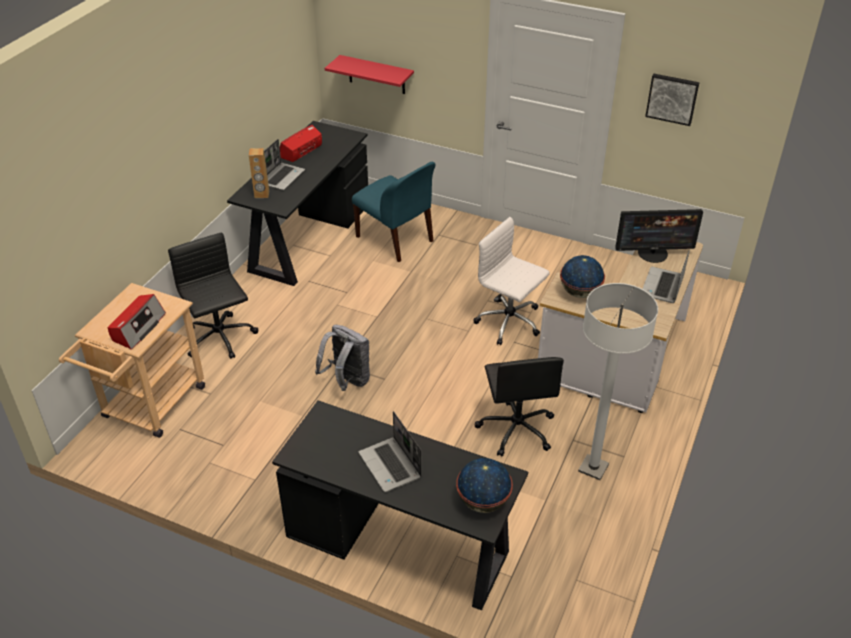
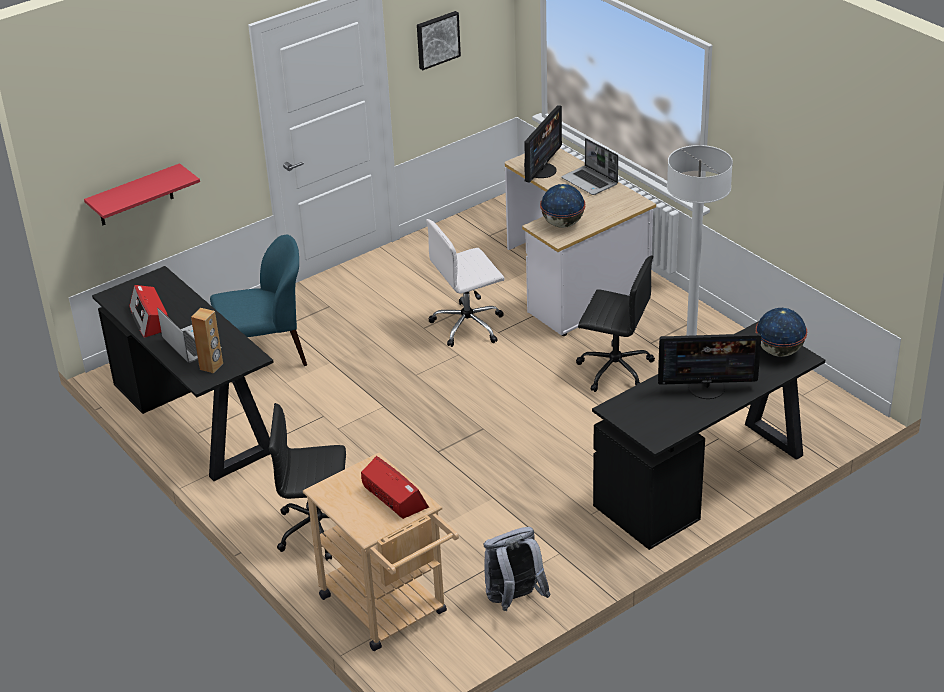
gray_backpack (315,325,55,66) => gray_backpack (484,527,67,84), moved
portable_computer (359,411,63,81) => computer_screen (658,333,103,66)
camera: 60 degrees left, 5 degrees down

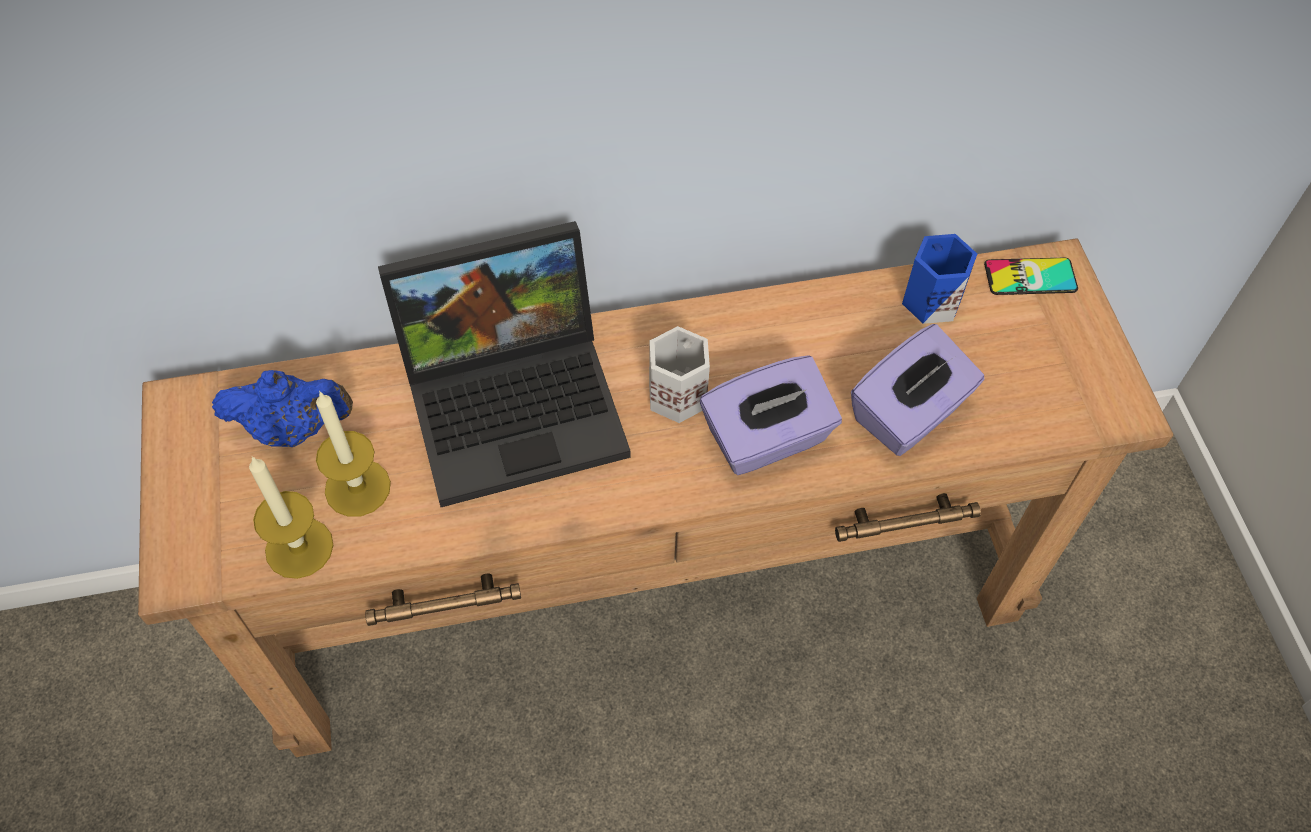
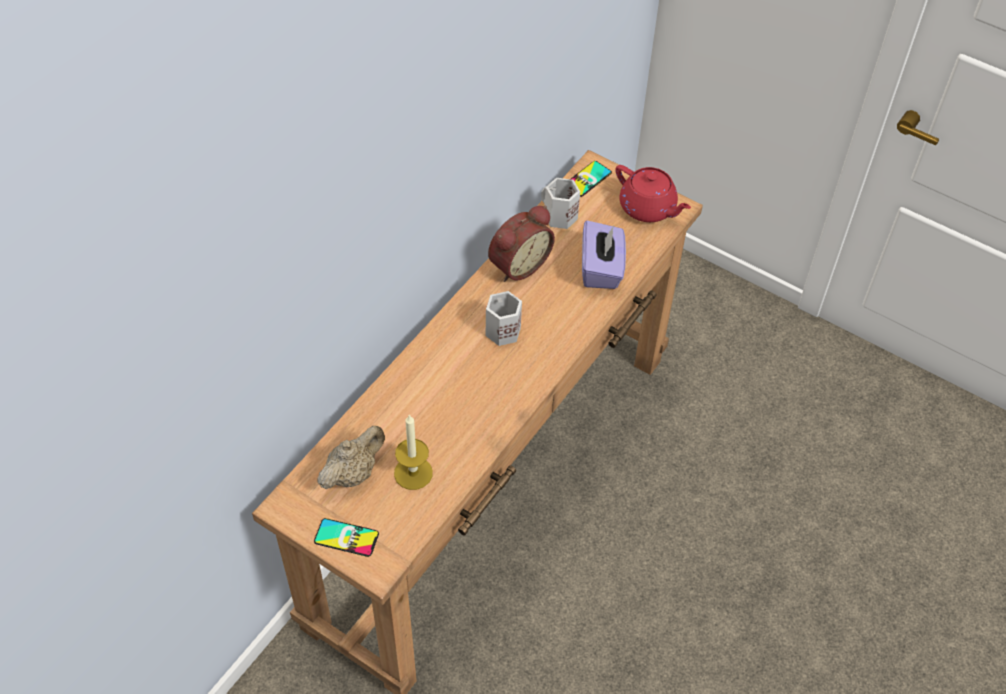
blue-coloured_tea_pot (212,370,141,77) => beige_tea_pot (318,426,67,63)
wax_candle (249,456,84,123) => nothing
portable_computer (378,221,253,286) => nothing
purple_box_of_tissues (700,355,142,120) => nothing
blue-coloured_mug (902,234,75,90) => white_mug (541,178,39,51)
nothing => handset (314,518,65,39)
nothing => bedside_clock (488,205,67,77)
nothing => red-coloured_tea_pot (615,165,76,57)
camera: 45 degrees left, 5 degrees down

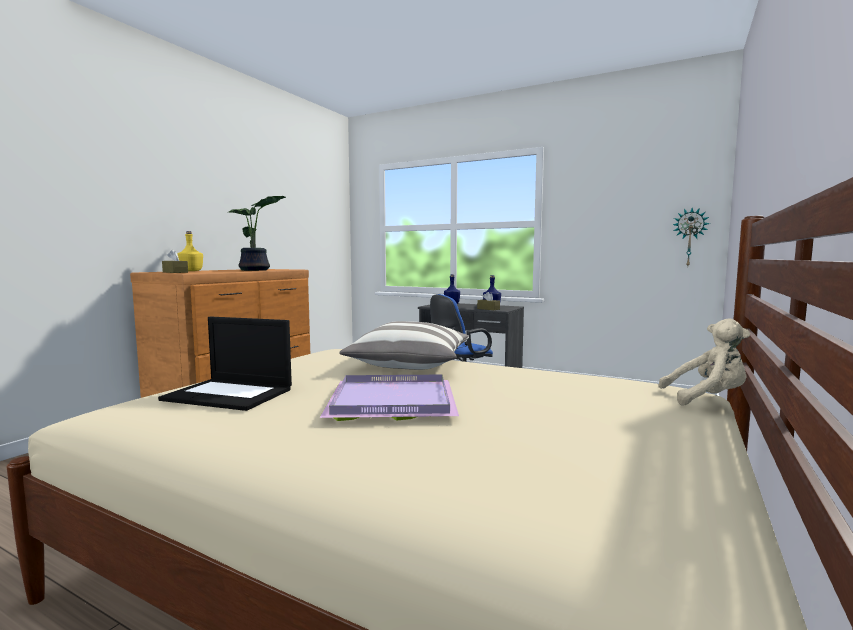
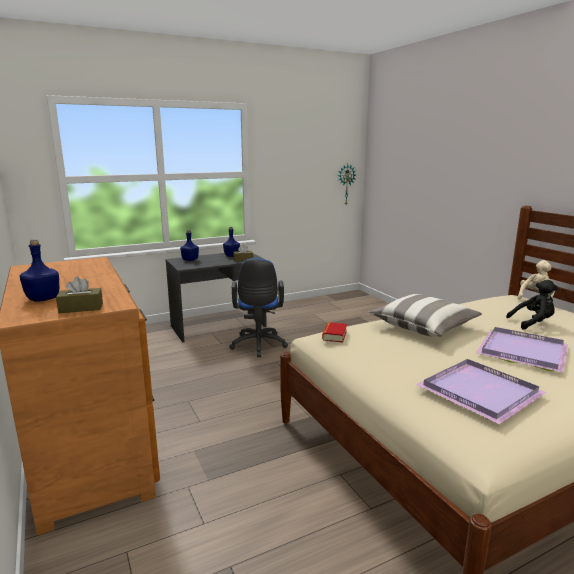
portable_computer (158,316,134,95) => purple_carrying_tray (416,359,131,65)
yellow-coloured_beverage_bottle (177,231,26,40) => blue-coloured_beverage_bottle (20,239,39,63)
plant_in_a_pot (229,196,57,75) => nothing
nothing => bound_book (322,322,25,20)
nothing => blackish_cuddly_toy (506,280,52,50)
camera: 55 degrees left, 10 degrees up

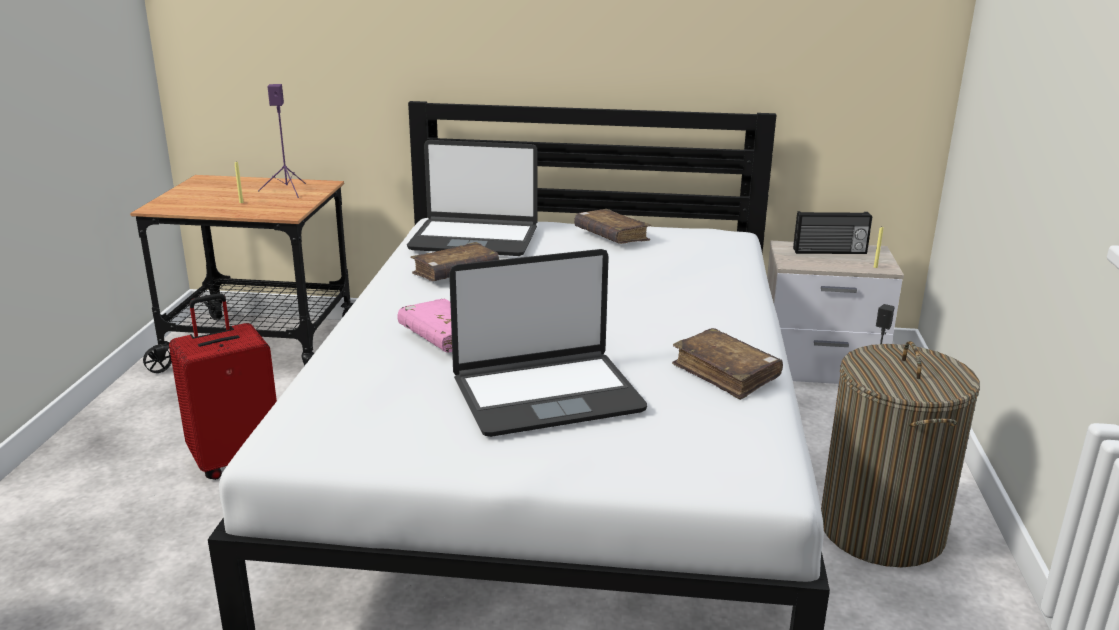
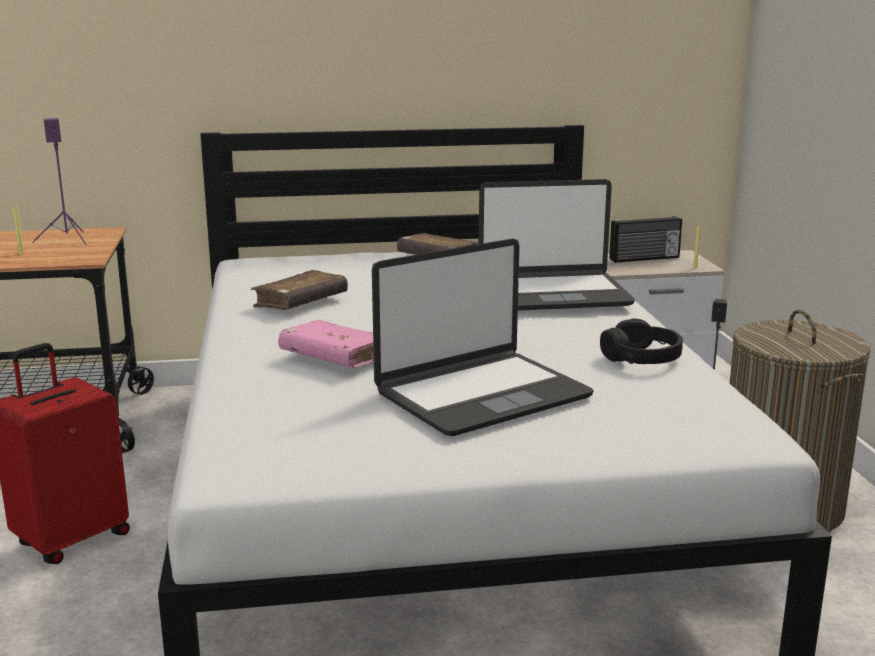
portable_computer (407,140,131,116) => portable_computer (479,179,156,132), moved
brown-coloured_bound_book (672,328,111,72) => blackish_headphones (600,319,83,45)
camera: 15 degrees left, 5 degrees down

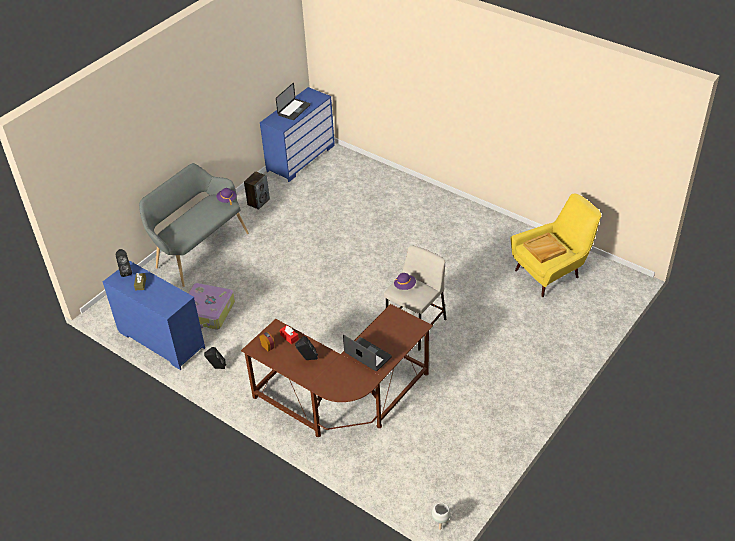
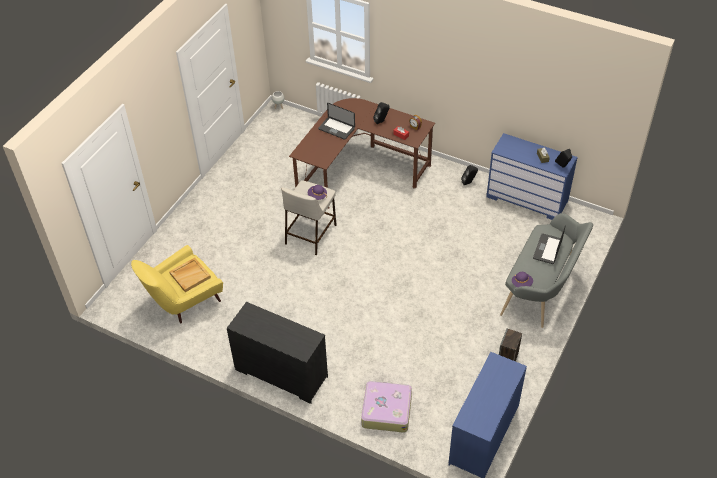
piece_of_luggage (188,283,47,47) => piece_of_luggage (361,380,51,53), moved
portable_computer (276,83,35,37) => portable_computer (533,225,33,39), moved
nothing => blackish_chest_of_drawers (227,302,101,102)
camera: 170 degrees right, 5 degrees up

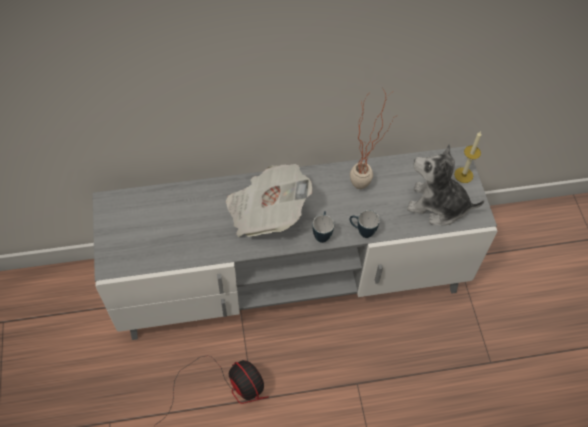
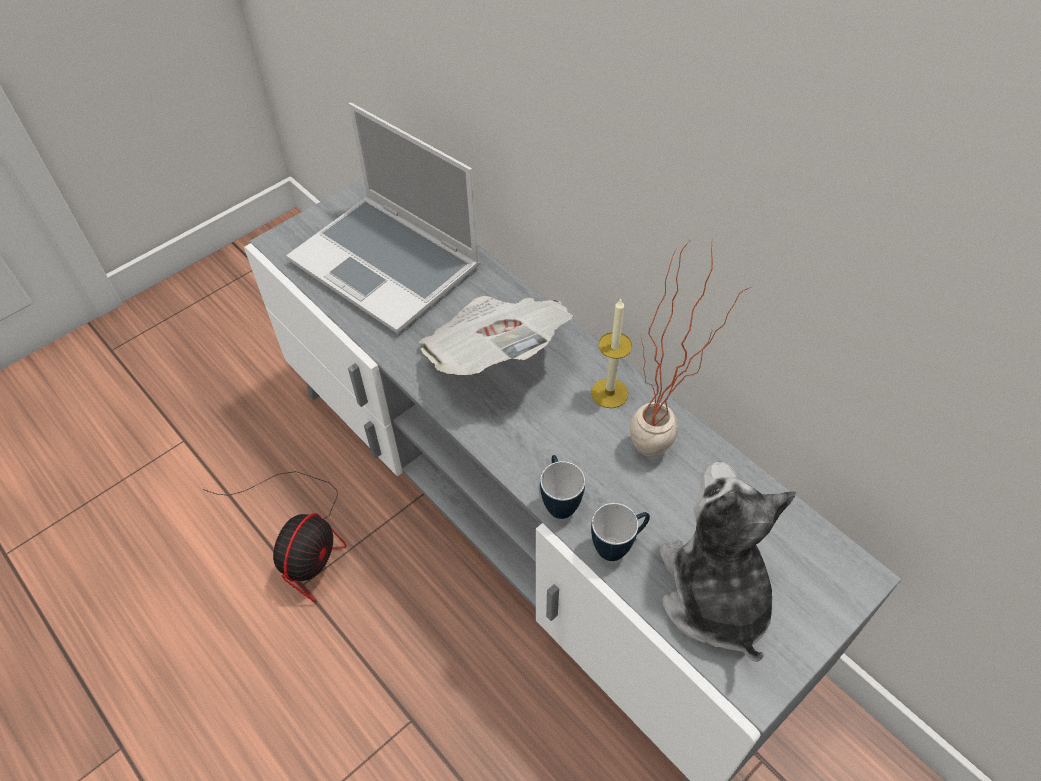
mug (312,211,22,32) => mug (591,503,59,58), moved
wax_candle (454,131,27,52) => wax_candle (591,298,41,110), moved
nothing => portable_computer (286,103,194,231)
camera: 60 degrees right, 5 degrees down

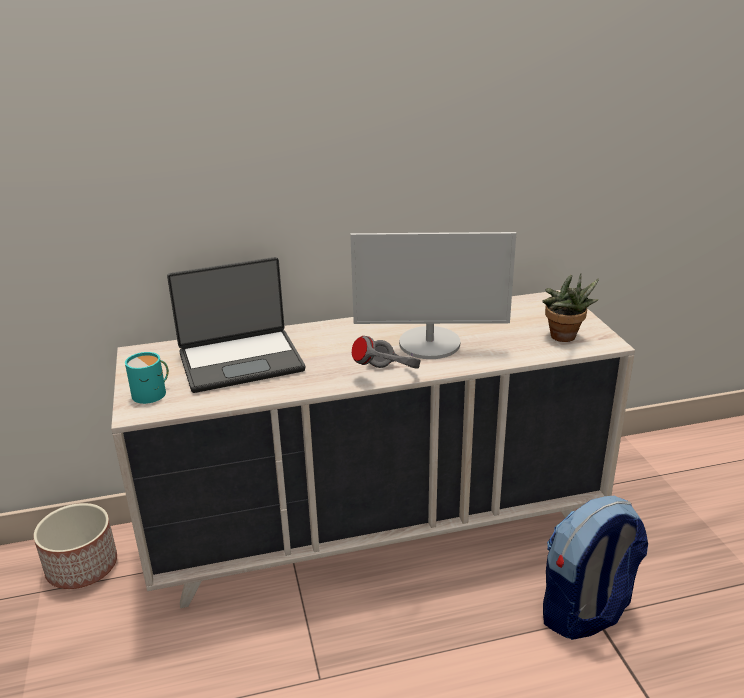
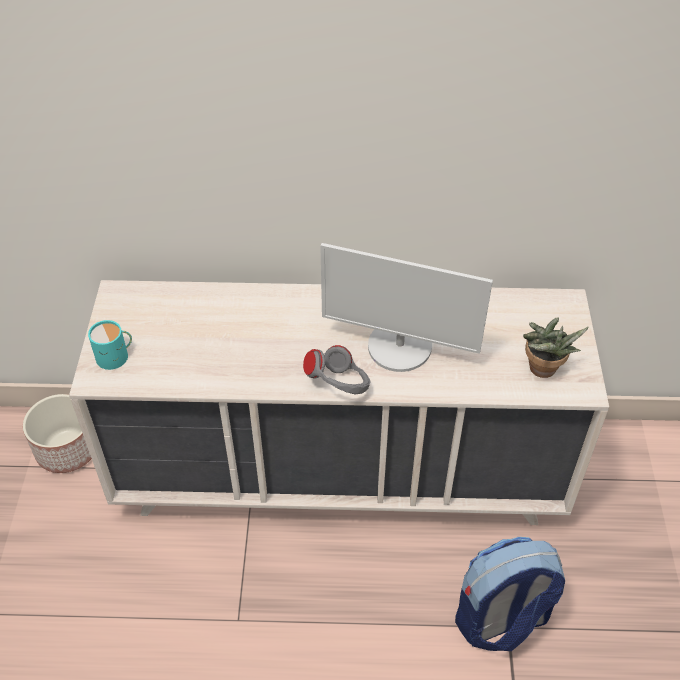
portable_computer (167,257,138,136) => nothing
camera: 15 degrees right, 20 degrees up

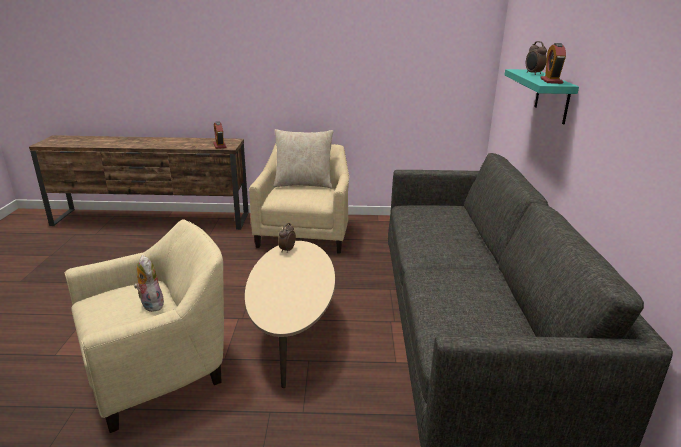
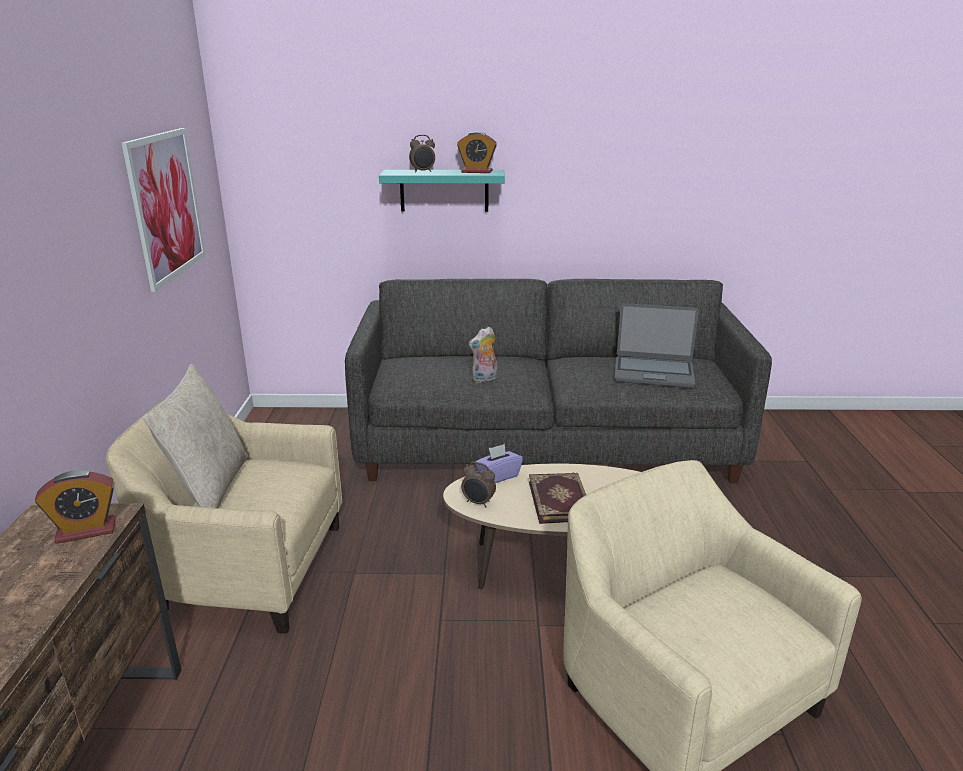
cuddly_toy (134,255,30,57) => cuddly_toy (469,327,29,56), moved
nothing => picture (122,128,84,164)
nothing => purple_box_of_tissues (475,444,48,39)
nothing => bound_book (529,473,57,51)
nothing => portable_computer (614,303,85,85)
camera: 90 degrees left, 0 degrees up

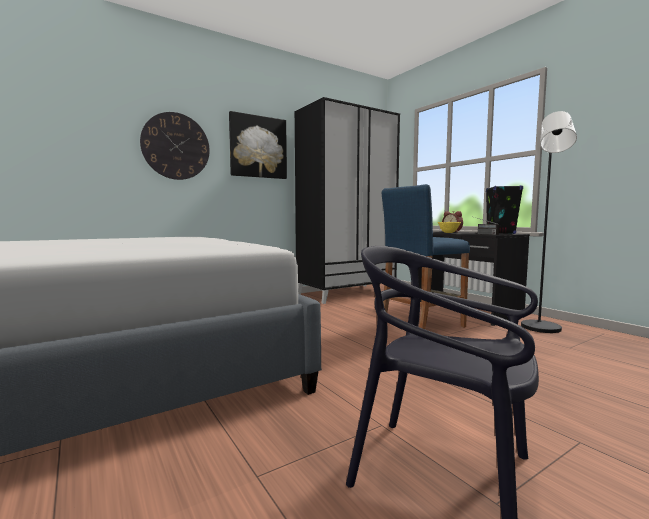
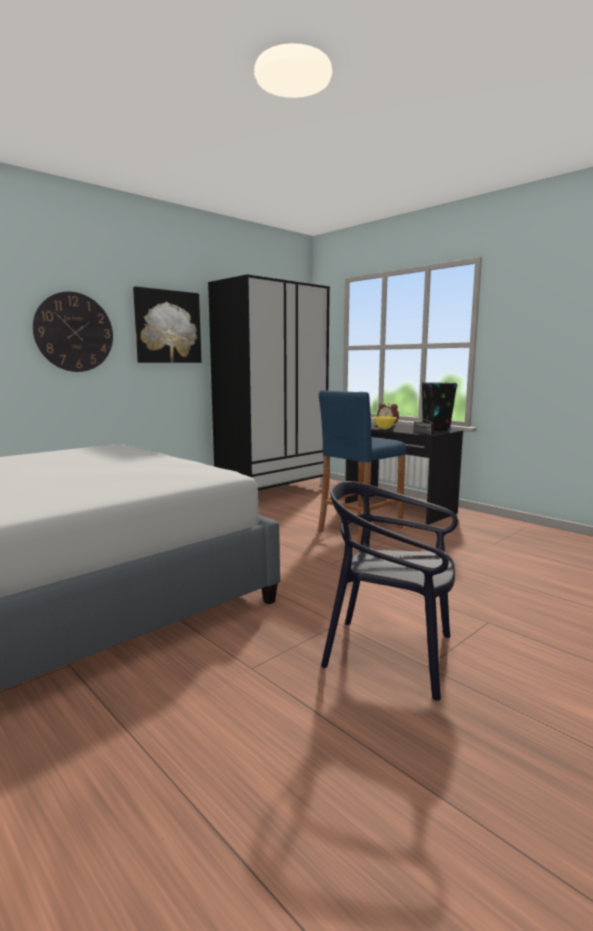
blackish_standard_lamp (521,111,56,222) => nothing
camera: 10 degrees left, 5 degrees up

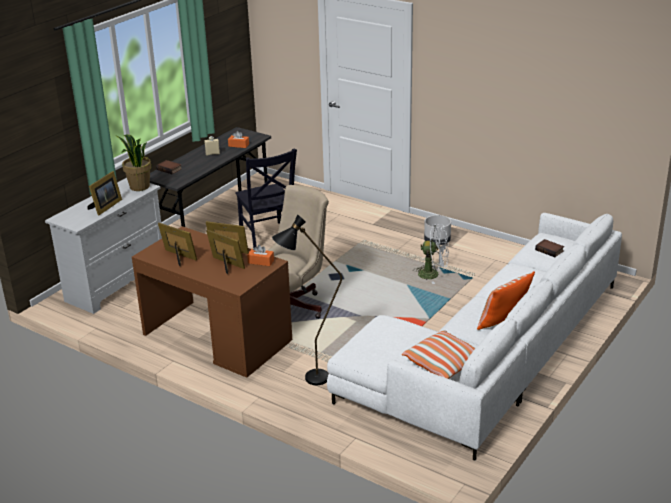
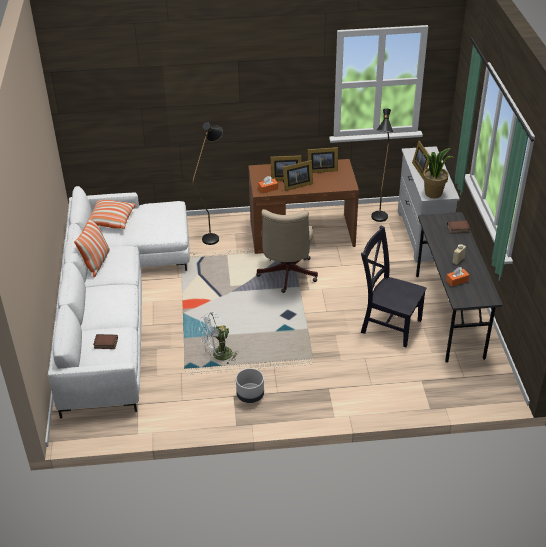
nothing => blackish_standard_lamp (371,109,22,113)
camera: 140 degrees right, 10 degrees up

